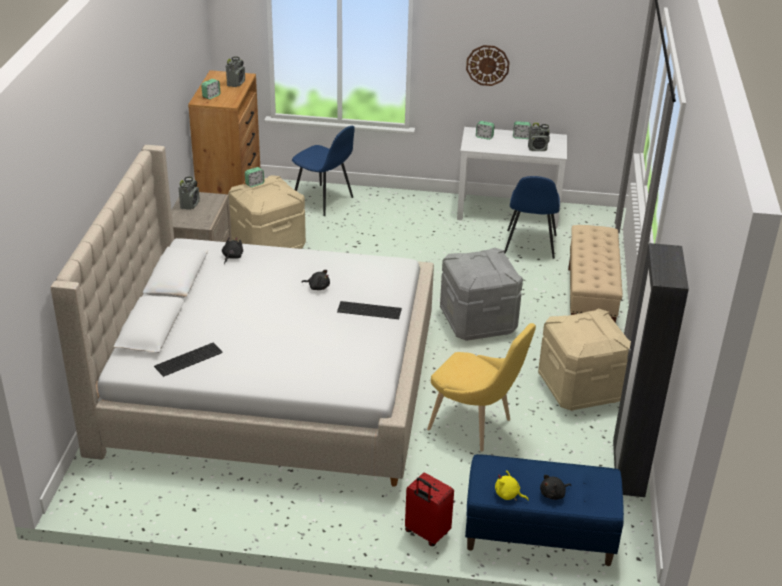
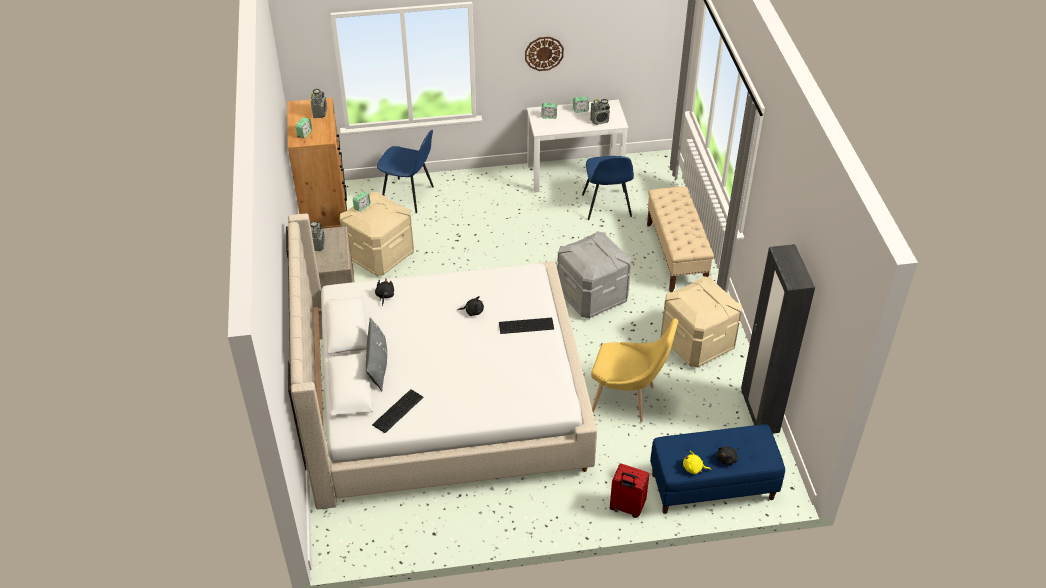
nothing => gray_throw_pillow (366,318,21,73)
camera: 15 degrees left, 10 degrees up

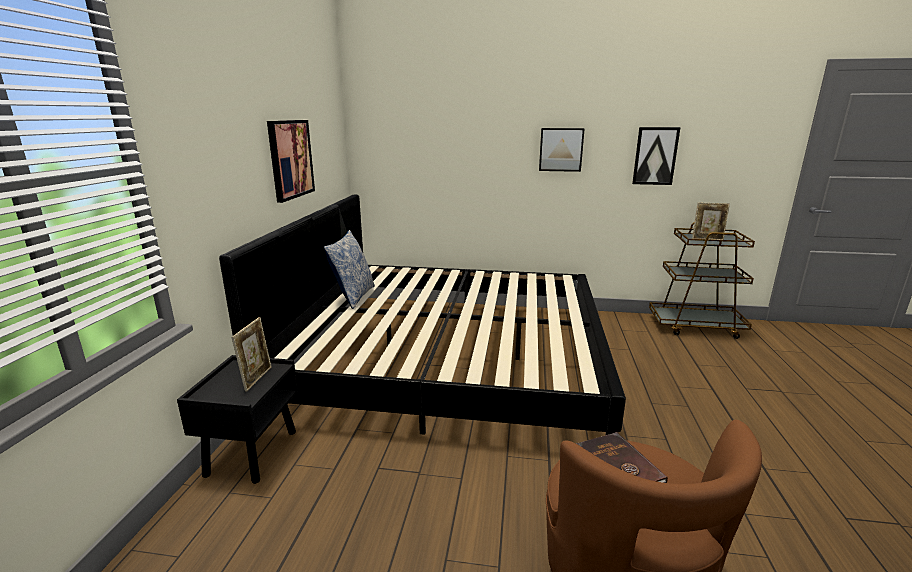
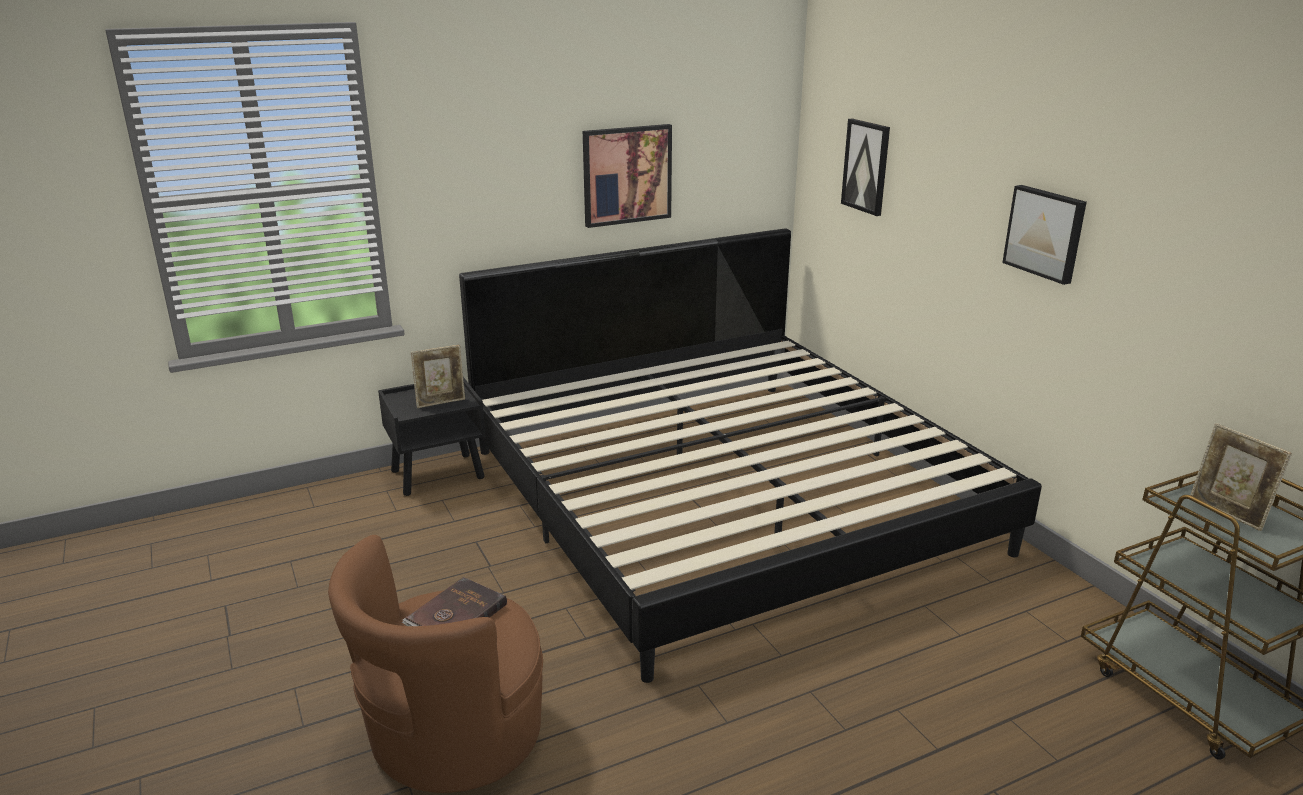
throw_pillow (324,230,51,79) => nothing
picture (632,127,49,58) => picture (841,118,49,98), moved
camera: 55 degrees right, 5 degrees up

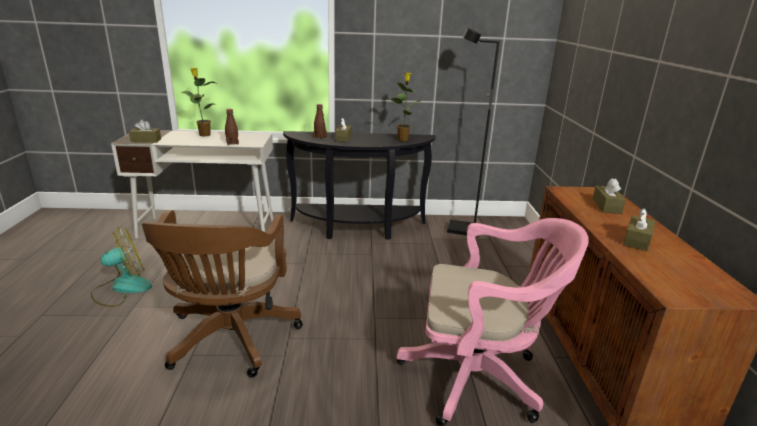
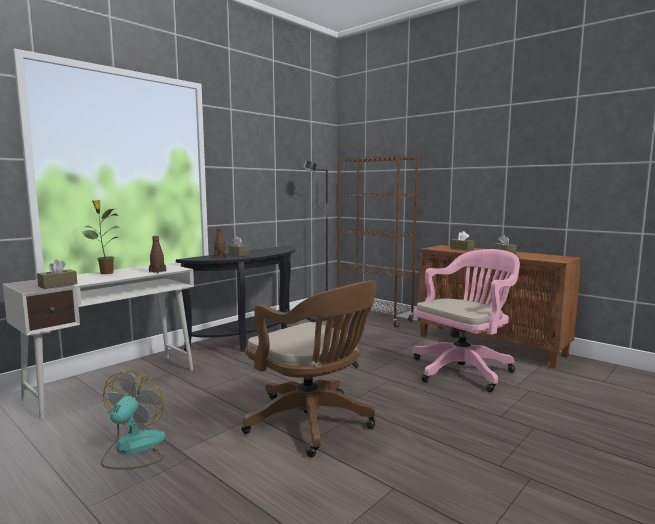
plant_in_a_pot (388,72,33,69) => nothing
nothing => brown-coloured_shelving_unit (338,154,80,173)
camera: 45 degrees left, 15 degrees down

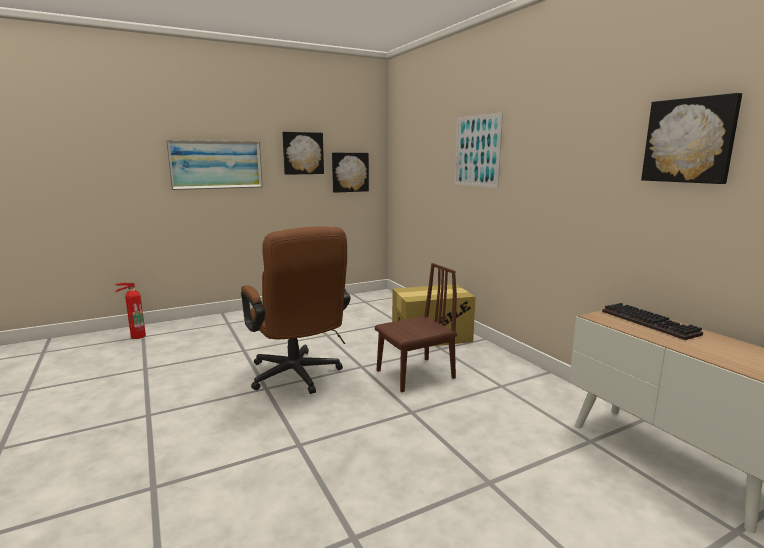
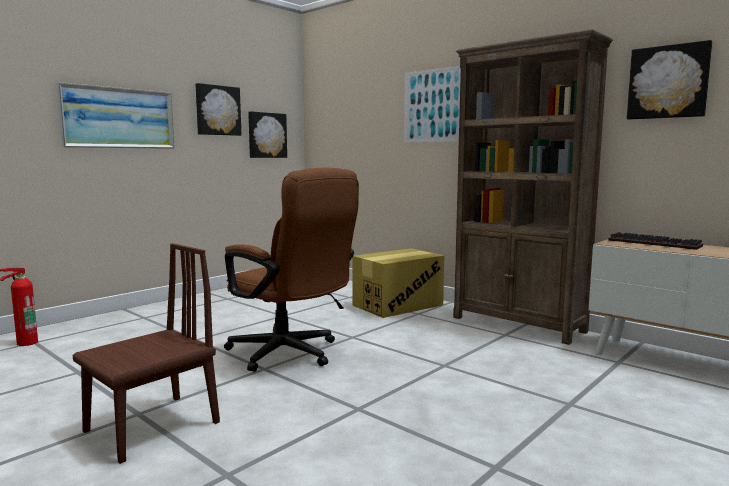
brown-coloured_upright_chair (375,263,82,129) => brown-coloured_upright_chair (73,243,147,221), moved
nothing => brown-coloured_shelving_unit (453,29,160,316)
camera: 20 degrees left, 5 degrees down

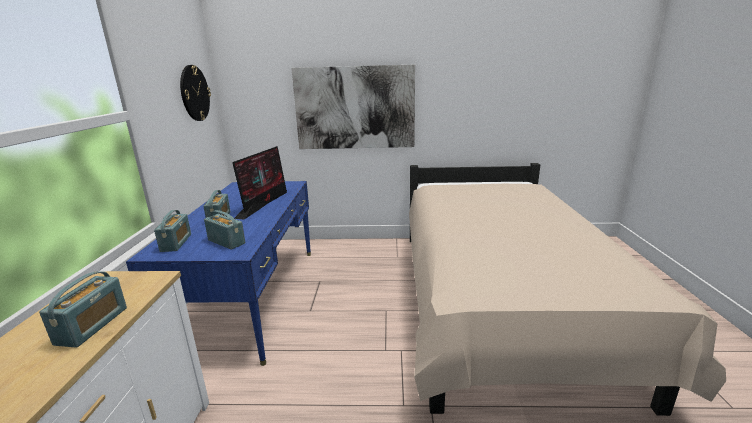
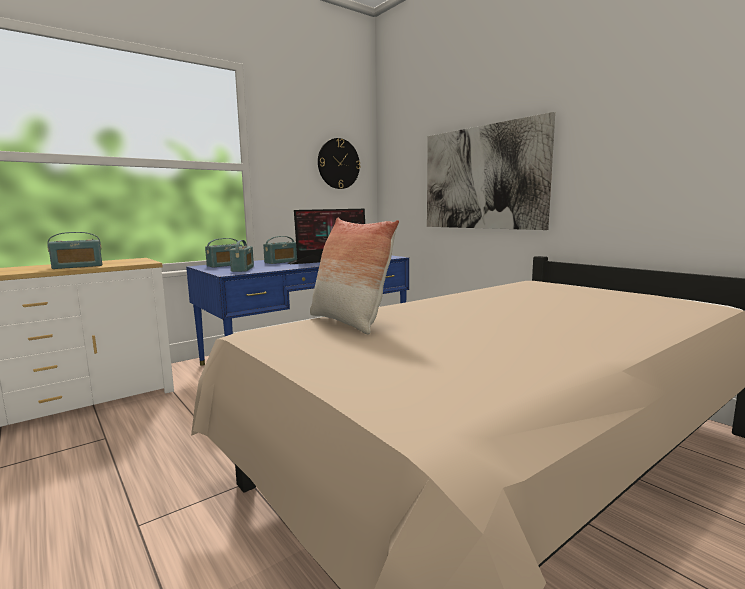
nothing => throw_pillow (310,218,89,117)
camera: 50 degrees right, 10 degrees down

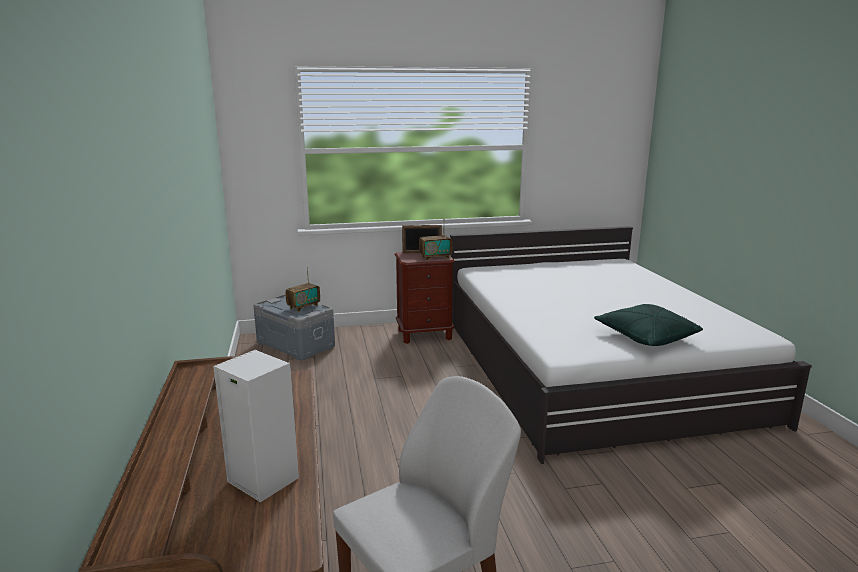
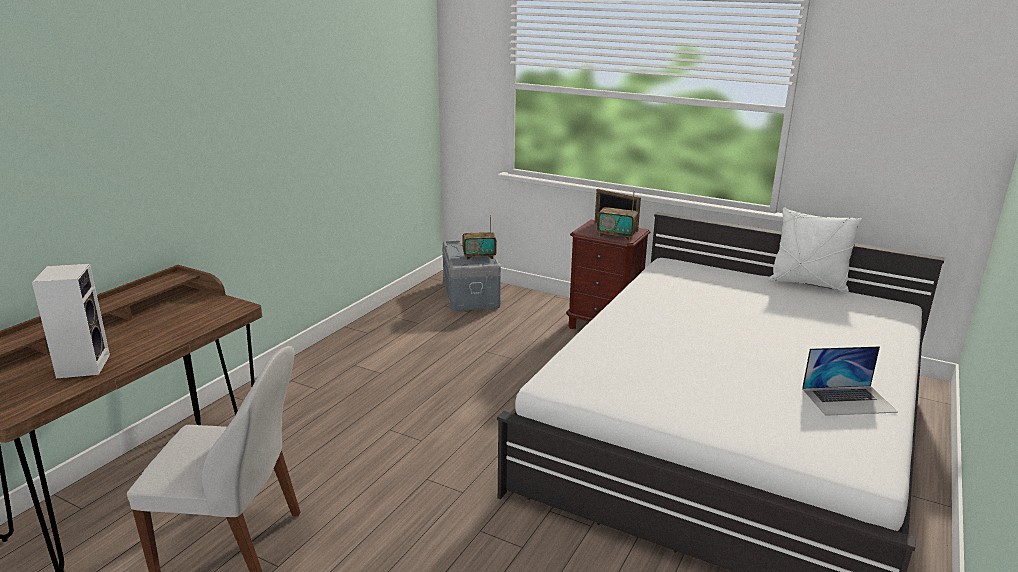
green_throw_pillow (594,304,109,42) => nothing
nothing => white_throw_pillow (768,207,94,85)
nothing => portable_computer (802,346,96,70)
camera: 40 degrees right, 5 degrees up

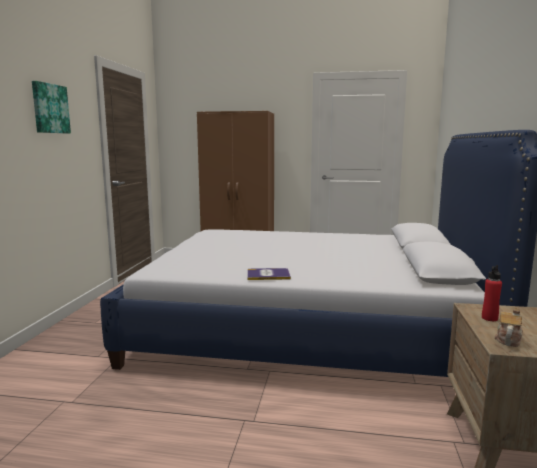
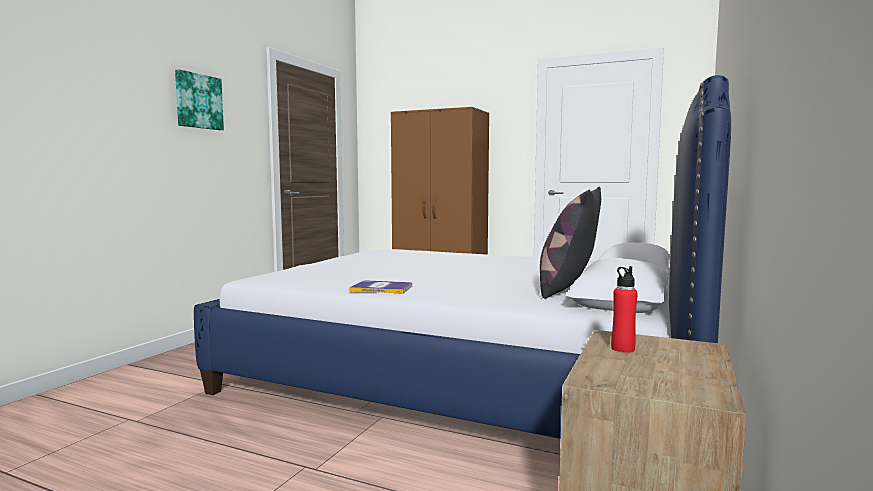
tea_pot (494,308,29,39) => nothing
nothing => throw_pillow (540,187,61,112)
camera: 15 degrees right, 5 degrees down

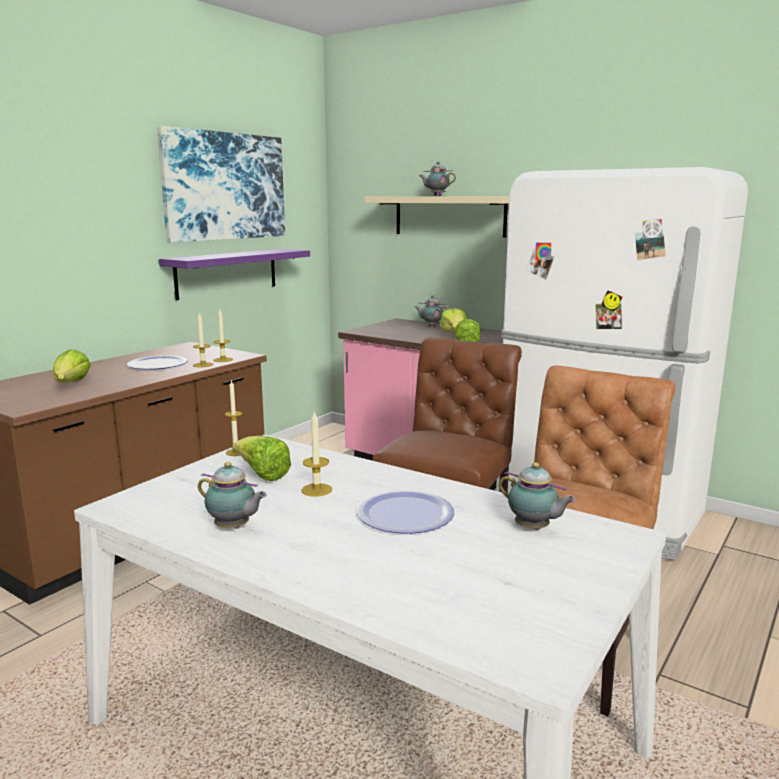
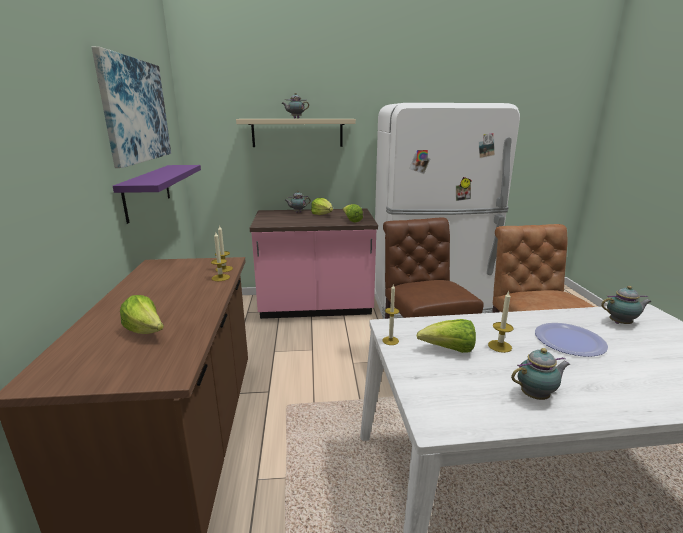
dinner_plate (127,355,61,15) => nothing
camera: 40 degrees left, 5 degrees up

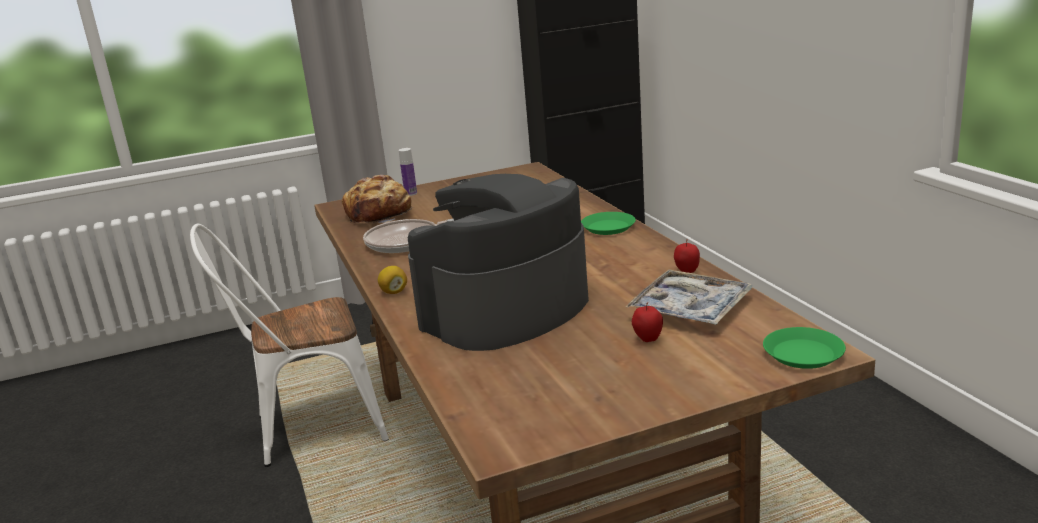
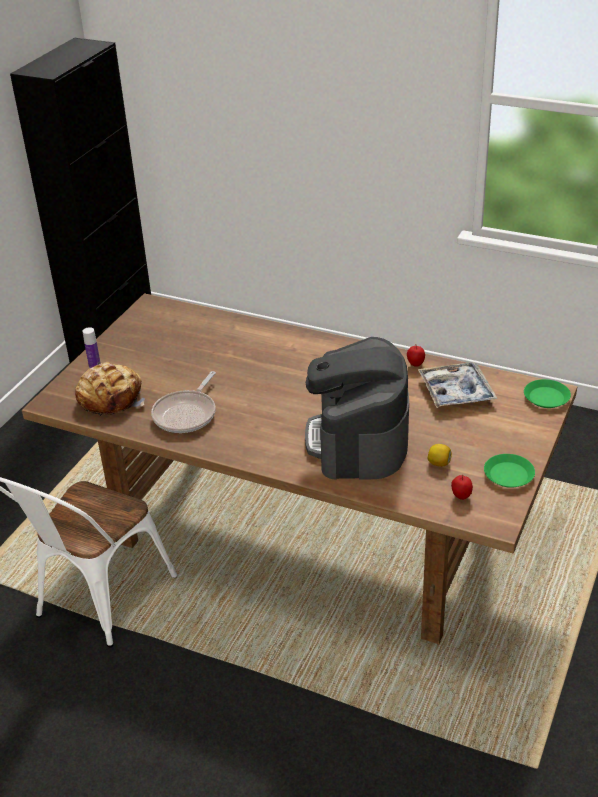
whole_lemon (378,266,29,28) => whole_lemon (427,444,25,23), moved
green_dinner_plate (581,212,55,23) => green_dinner_plate (484,454,51,34), moved
apple (632,302,31,40) => apple (451,475,22,25), moved
camera: 45 degrees left, 15 degrees up

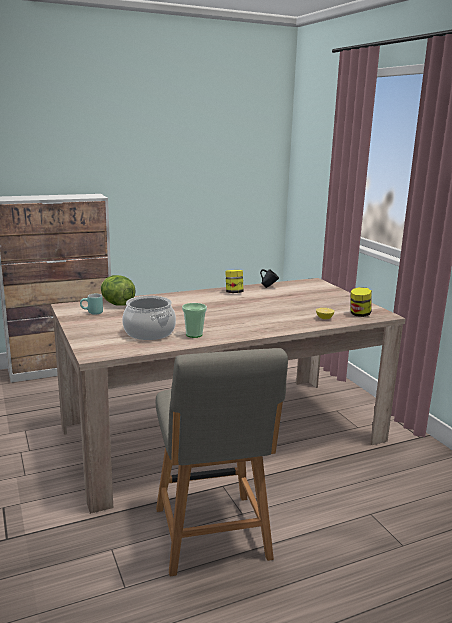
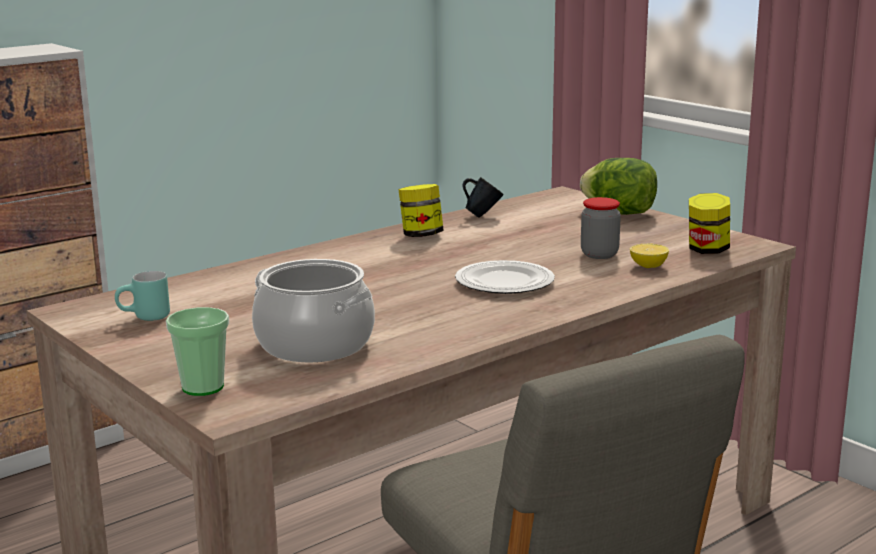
lettuce_head (101,275,35,31) => lettuce_head (580,158,77,57), moved
small_cup (182,303,25,35) => small_cup (166,307,63,89), moved
nothing => dinner_plate (455,260,100,34)
nothing => jar (581,197,40,62)
camera: 15 degrees left, 0 degrees up

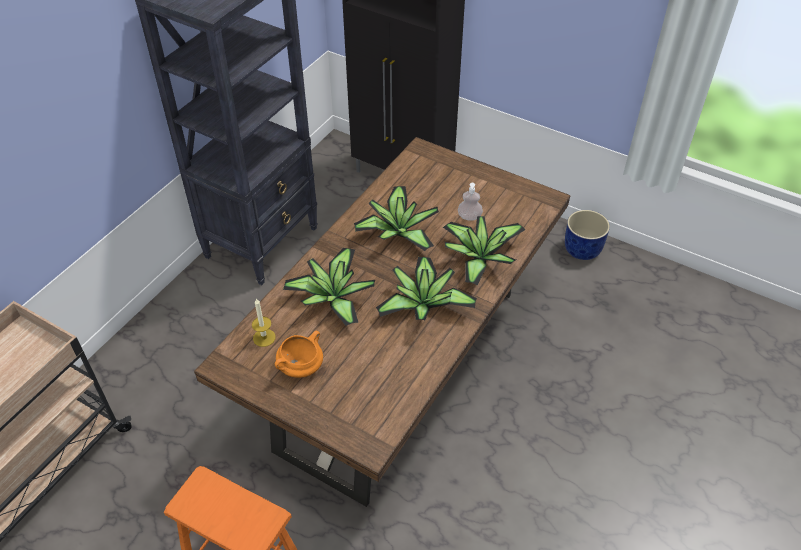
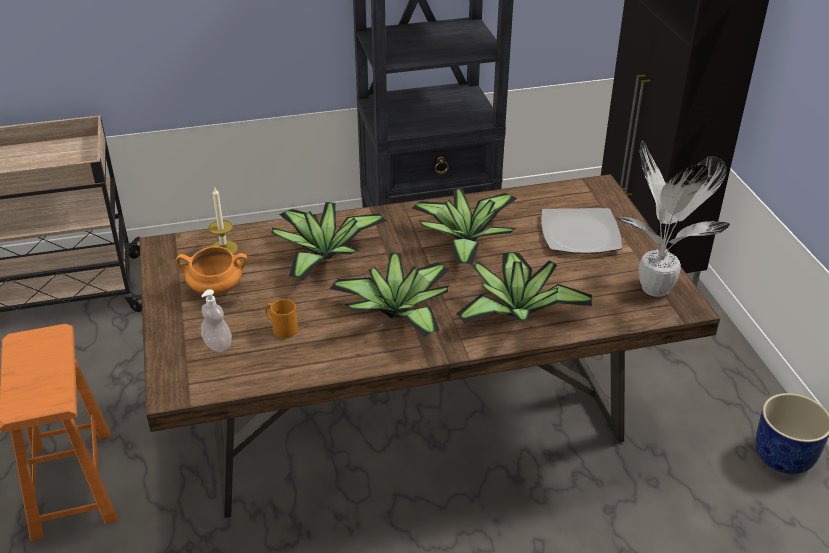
liquid_soap_bottle (458,183,25,38) => liquid_soap_bottle (201,289,31,63), moved
nothing => orange_mug (265,299,33,39)
nothing => dinner_plate (541,208,81,46)
nothing => plant_in_a_pot (615,141,115,156)
camera: 45 degrees right, 10 degrees down

